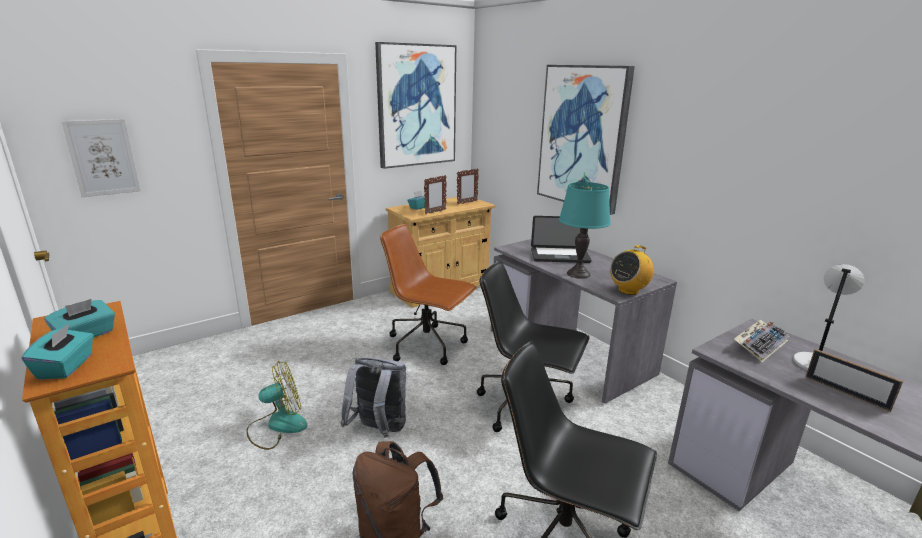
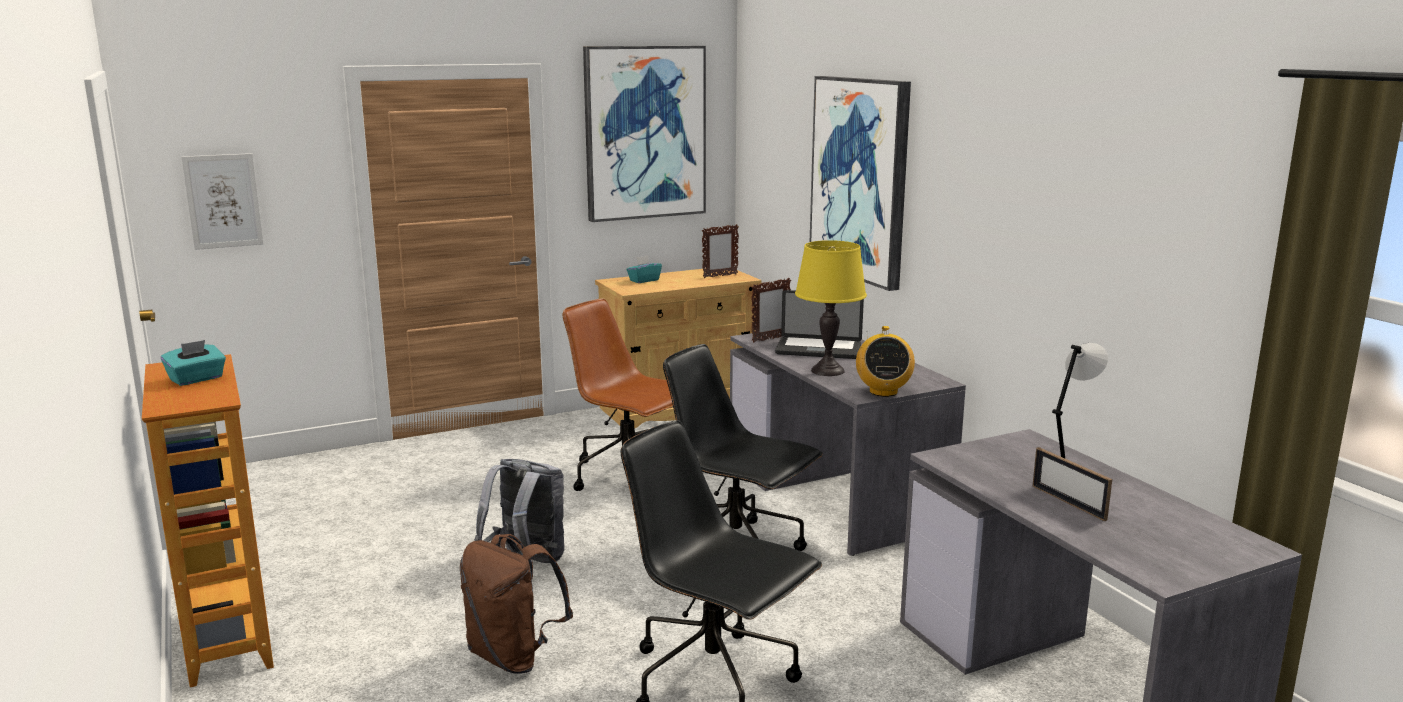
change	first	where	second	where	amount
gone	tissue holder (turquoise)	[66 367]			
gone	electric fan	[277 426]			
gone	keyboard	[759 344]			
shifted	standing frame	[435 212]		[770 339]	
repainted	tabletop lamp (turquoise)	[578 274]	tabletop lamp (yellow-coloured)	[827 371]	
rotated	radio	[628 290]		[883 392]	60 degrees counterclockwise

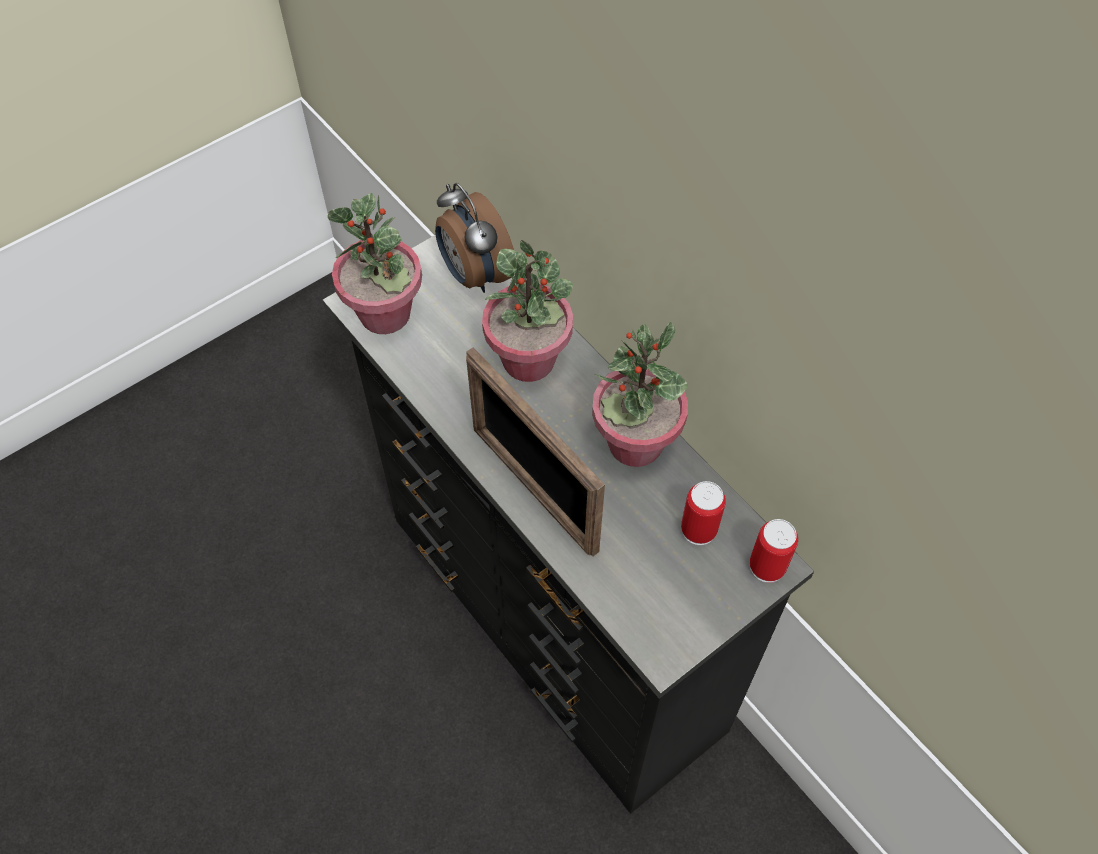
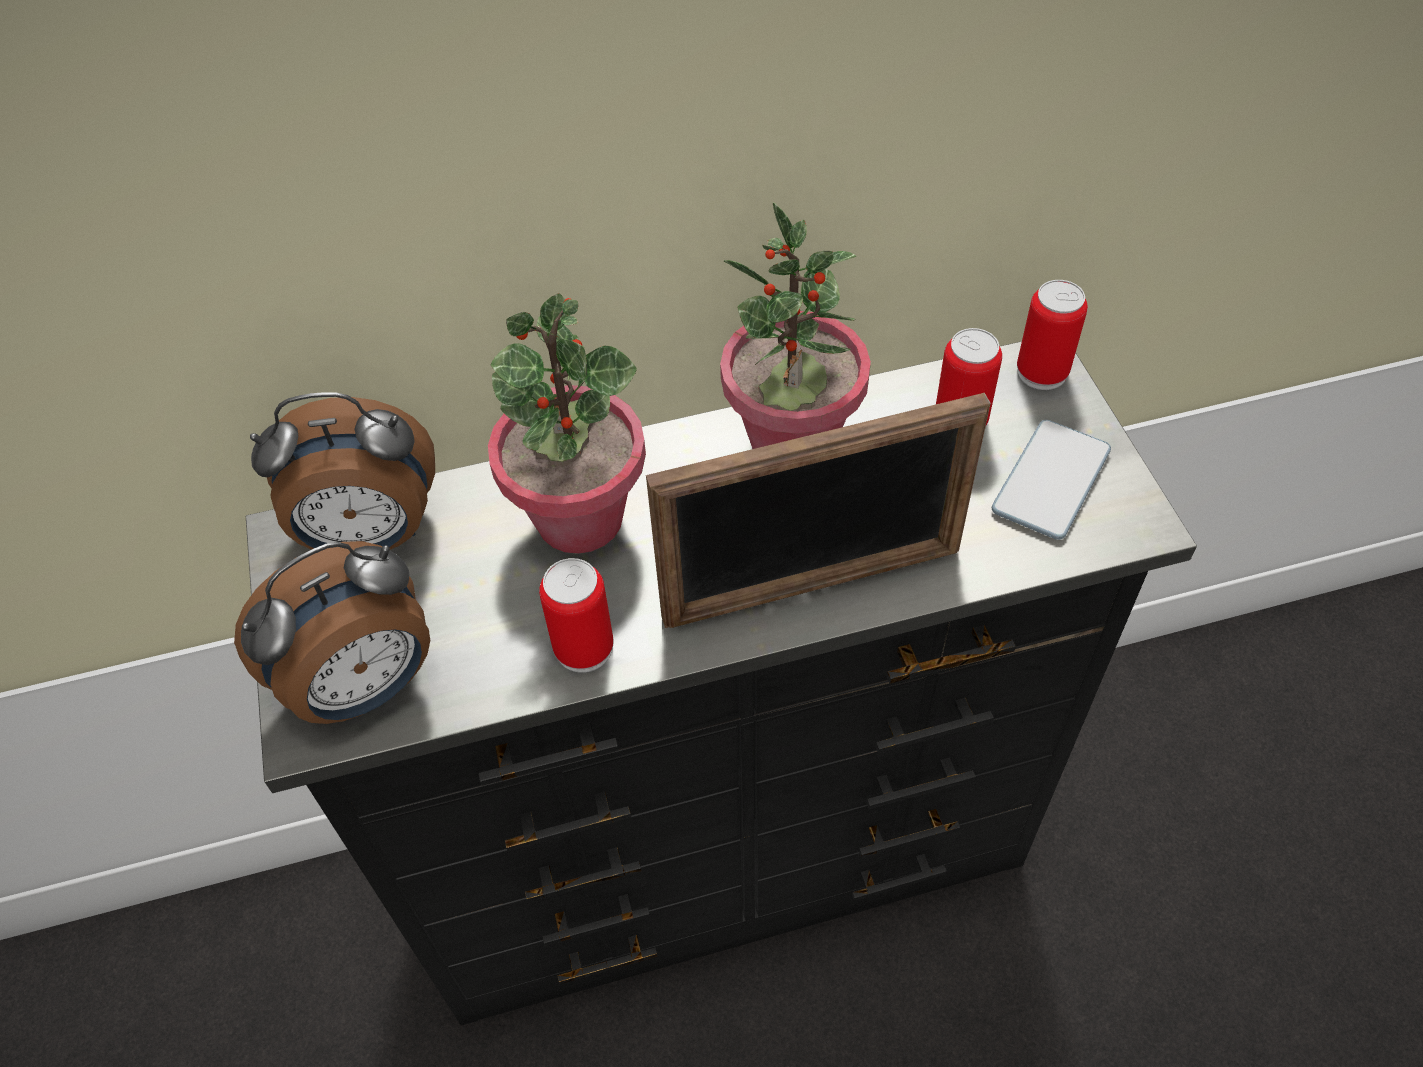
change	first	where	second	where	amount
new			sealed can	[584 648]	
new			handset	[1051 481]	
swapped	plant in a pot	[385 314]	bedside clock	[365 687]	

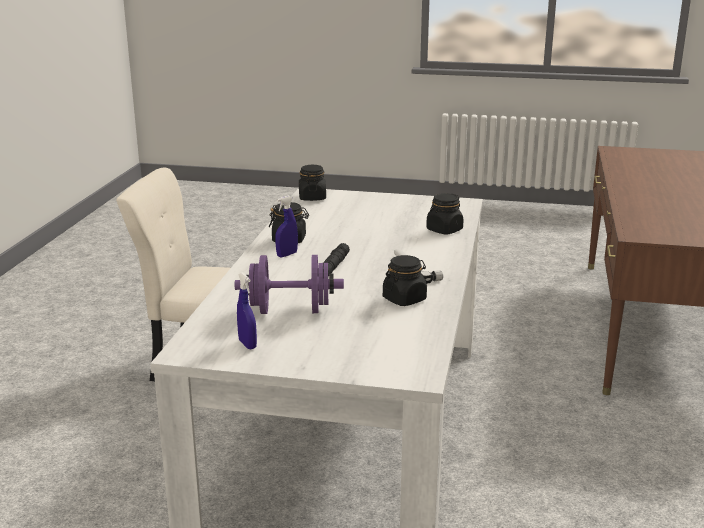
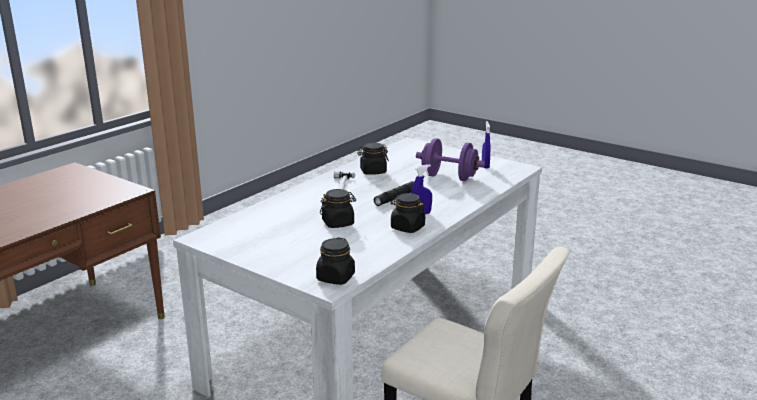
change	first	where	second	where	amount
shifted	jar (black)	[444 230]		[338 223]	

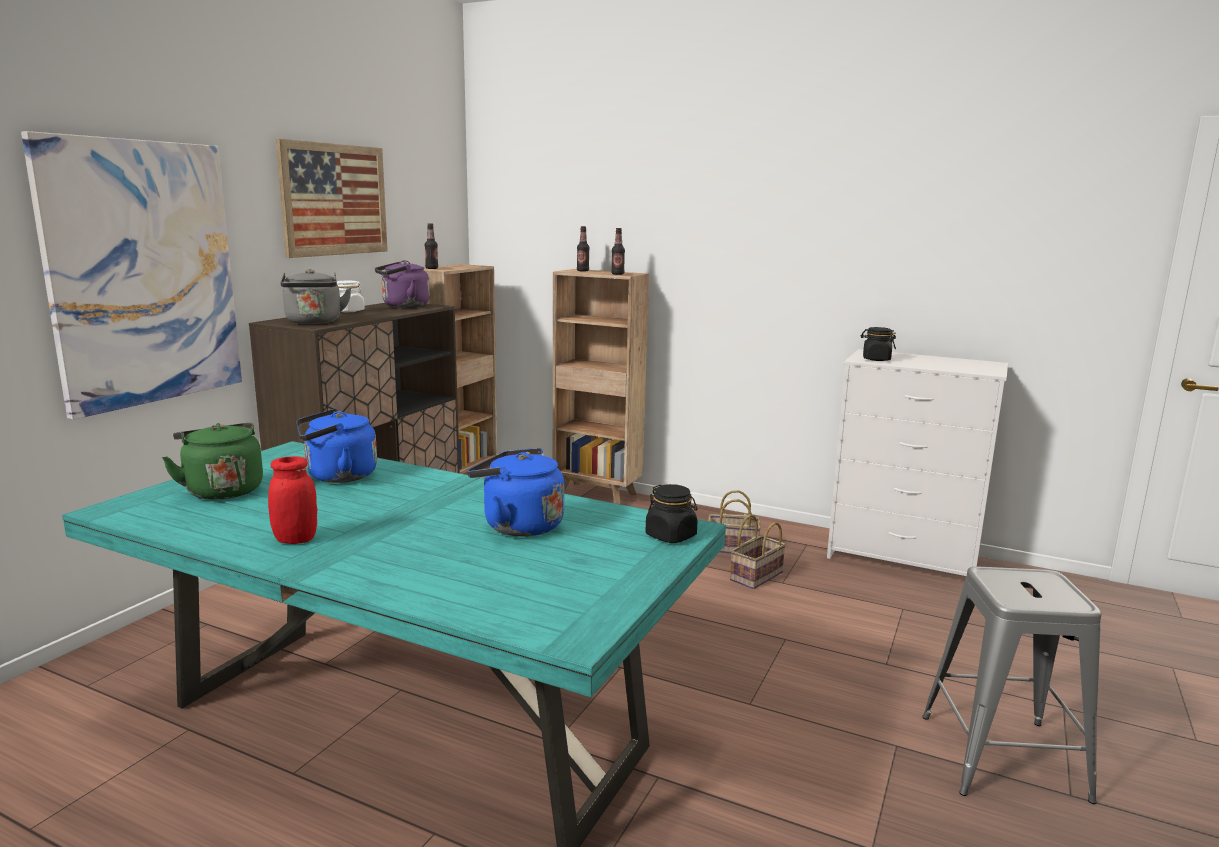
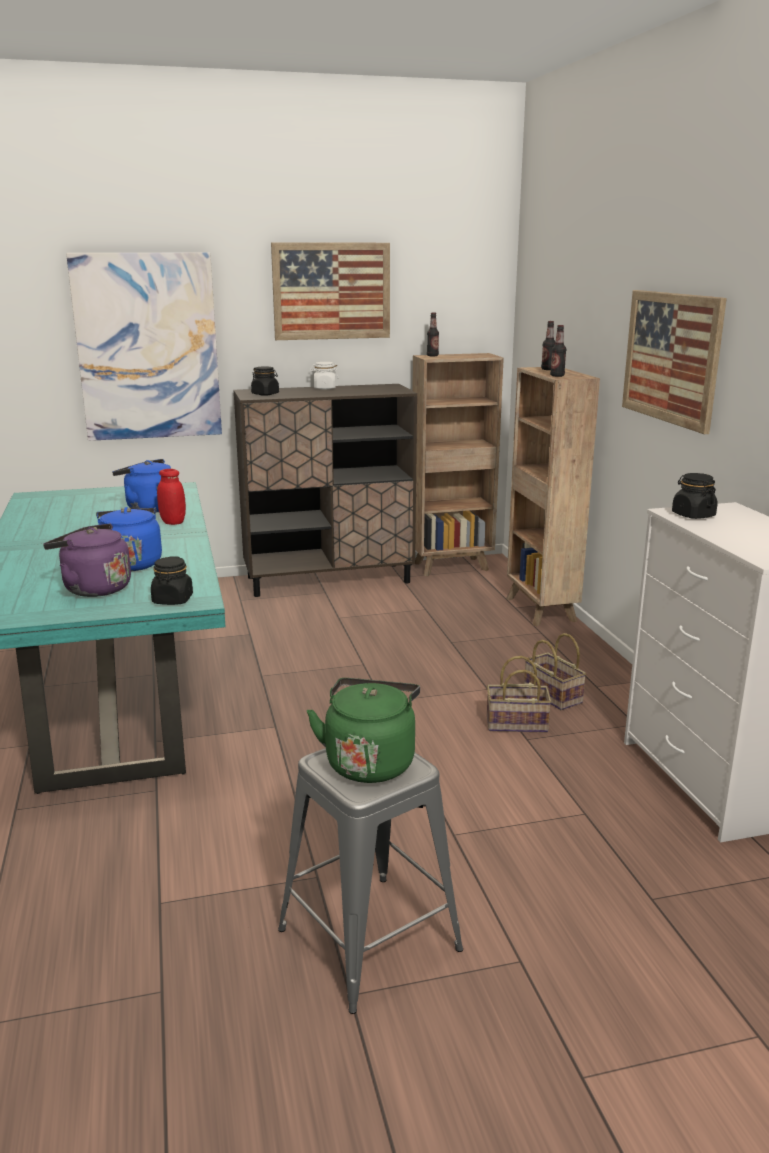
change	first	where	second	where	amount
new			picture	[671 358]	
shifted	tea kettle (greenish)	[222 490]		[370 761]	
shifted	jar (red)	[295 539]		[173 522]	
shifted	tea kettle (purplish)	[403 306]		[93 588]	
swapped	tea kettle (grey)	[314 322]	jar (black)	[265 394]	

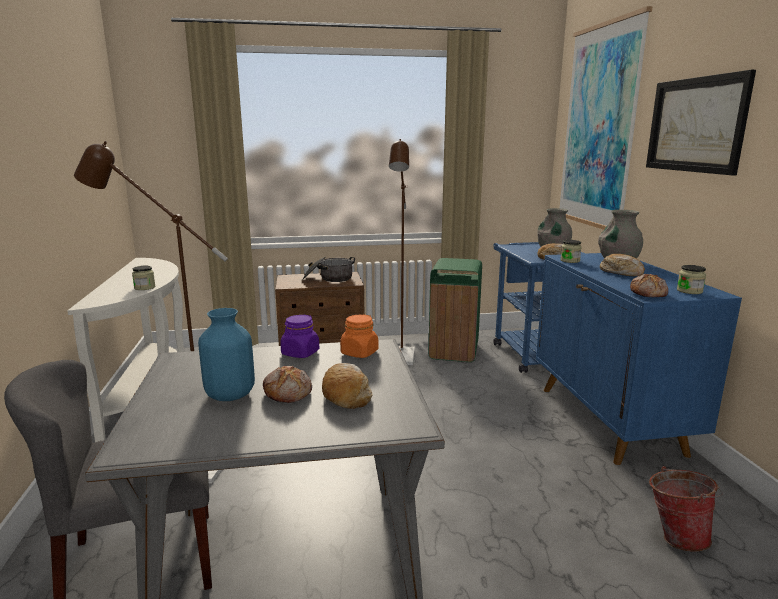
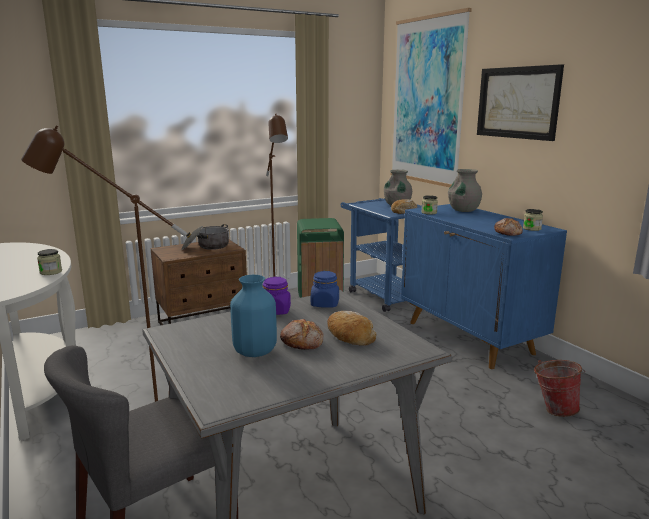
change	first	where	second	where	amount
gone	bread	[621 272]			
repainted	jar (orangey)	[359 353]	jar (blue-coloured)	[325 304]	

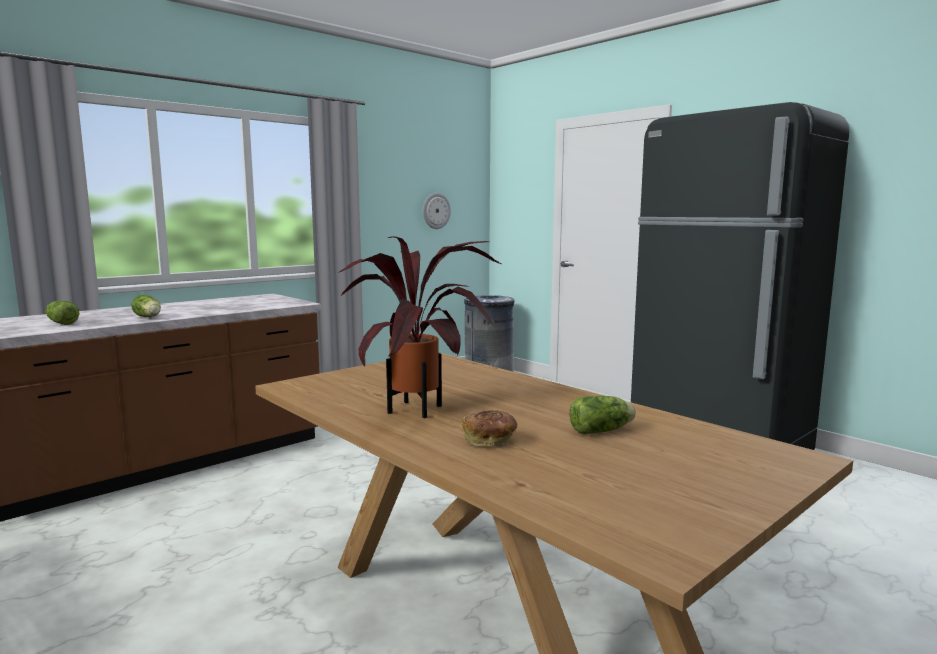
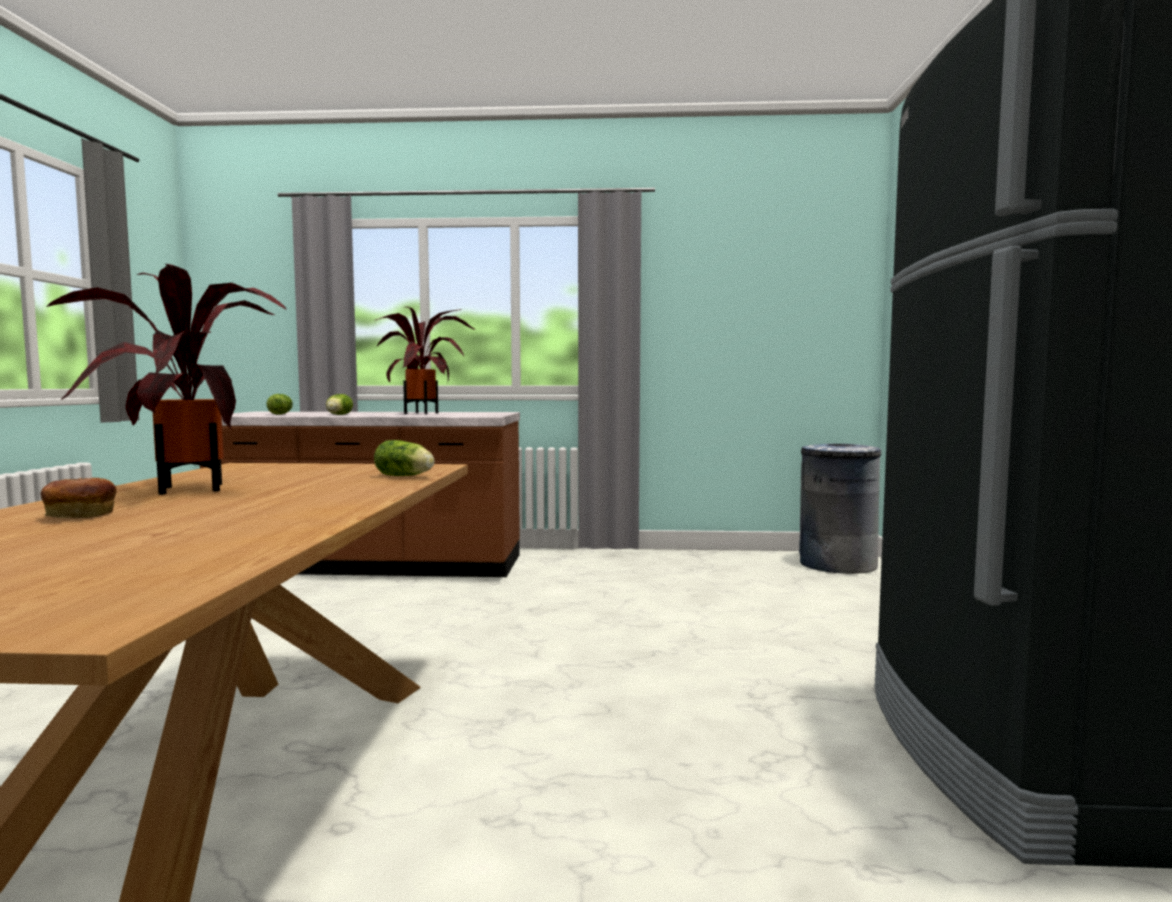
change	first	where	second	where	amount
gone	hanging clock	[436 211]			
new			plant in a pot	[423 413]	
shifted	lettuce	[603 431]		[406 476]	

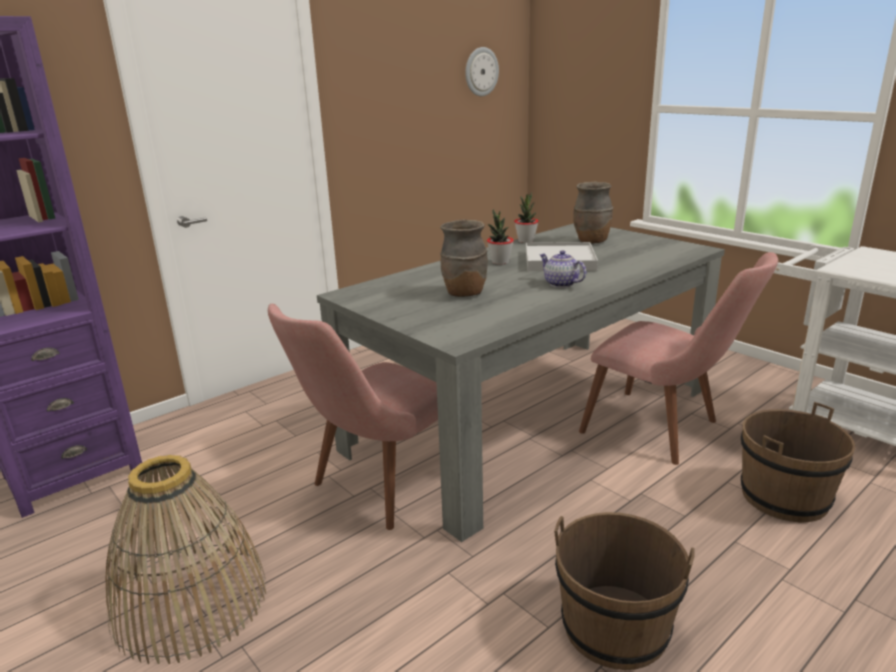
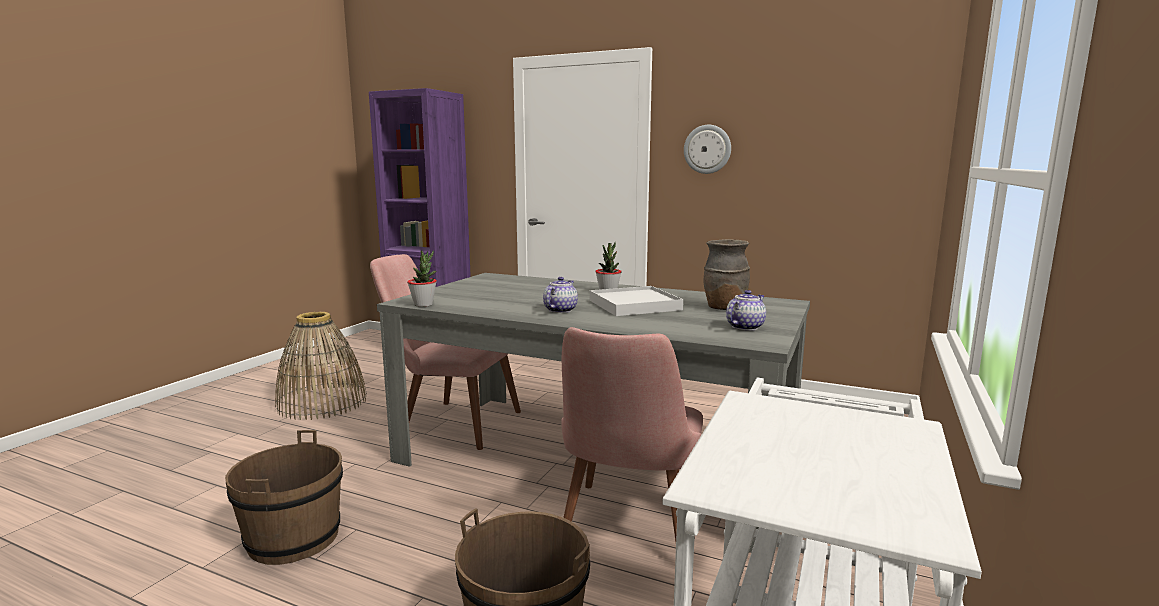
change	first	where	second	where	amount
gone	decorative vase (brown-coloured)	[464 293]			
new			pot for tea	[744 327]	
shifted	hanging clock	[481 72]		[707 149]	
shifted	plant in a pot	[526 241]		[423 304]	

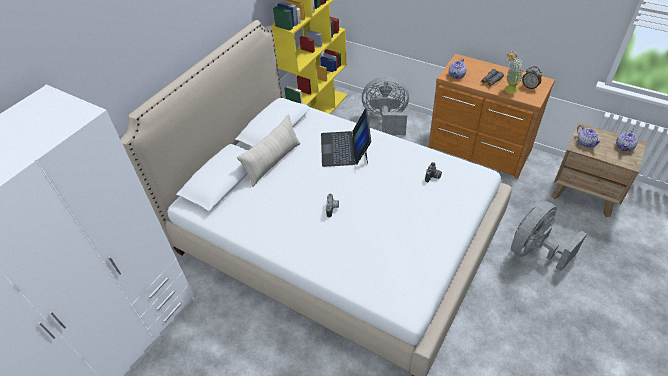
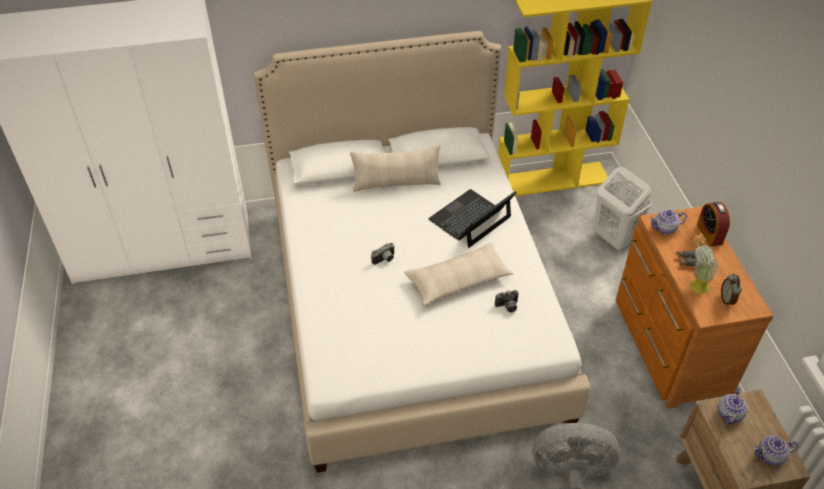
change	first	where	second	where	amount
new			cushion (beige-coloured)	[458 280]	
new			bedside clock	[709 234]	
swapped	electric fan (grey)	[386 120]	hamper (white)	[613 238]	

